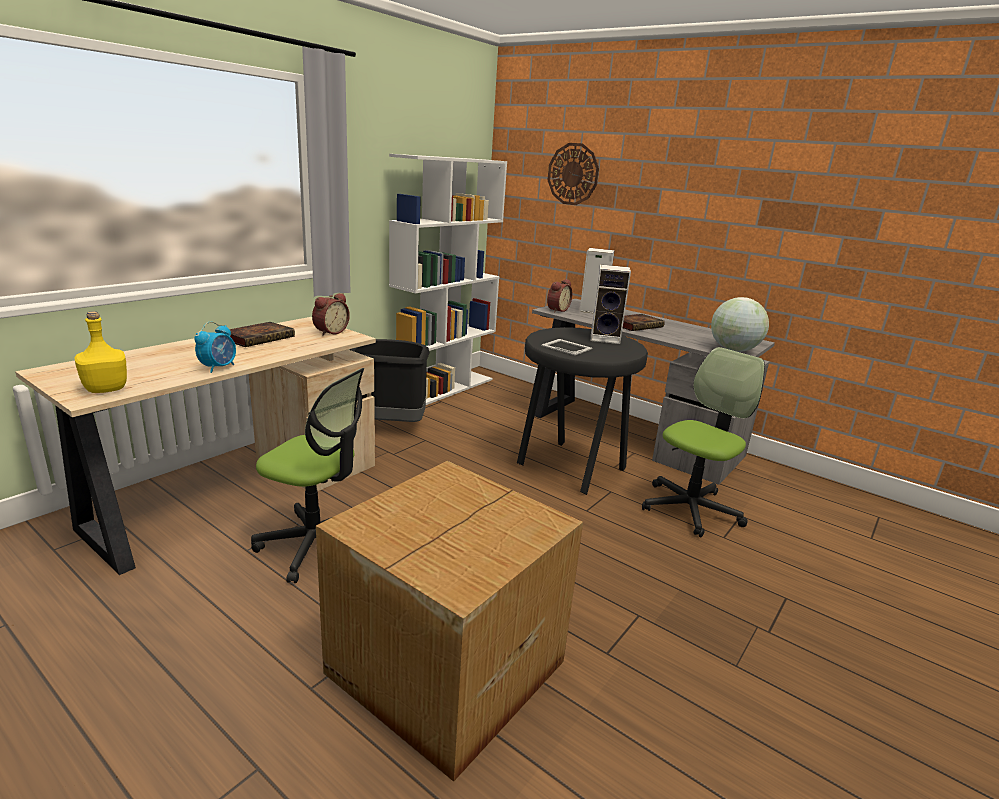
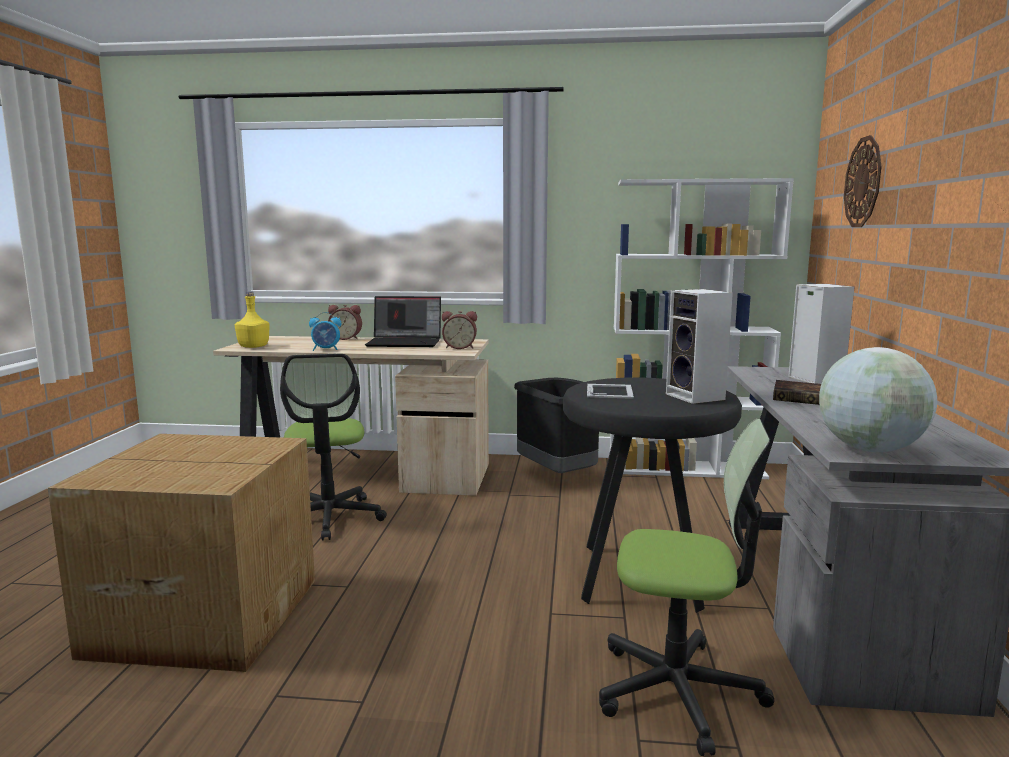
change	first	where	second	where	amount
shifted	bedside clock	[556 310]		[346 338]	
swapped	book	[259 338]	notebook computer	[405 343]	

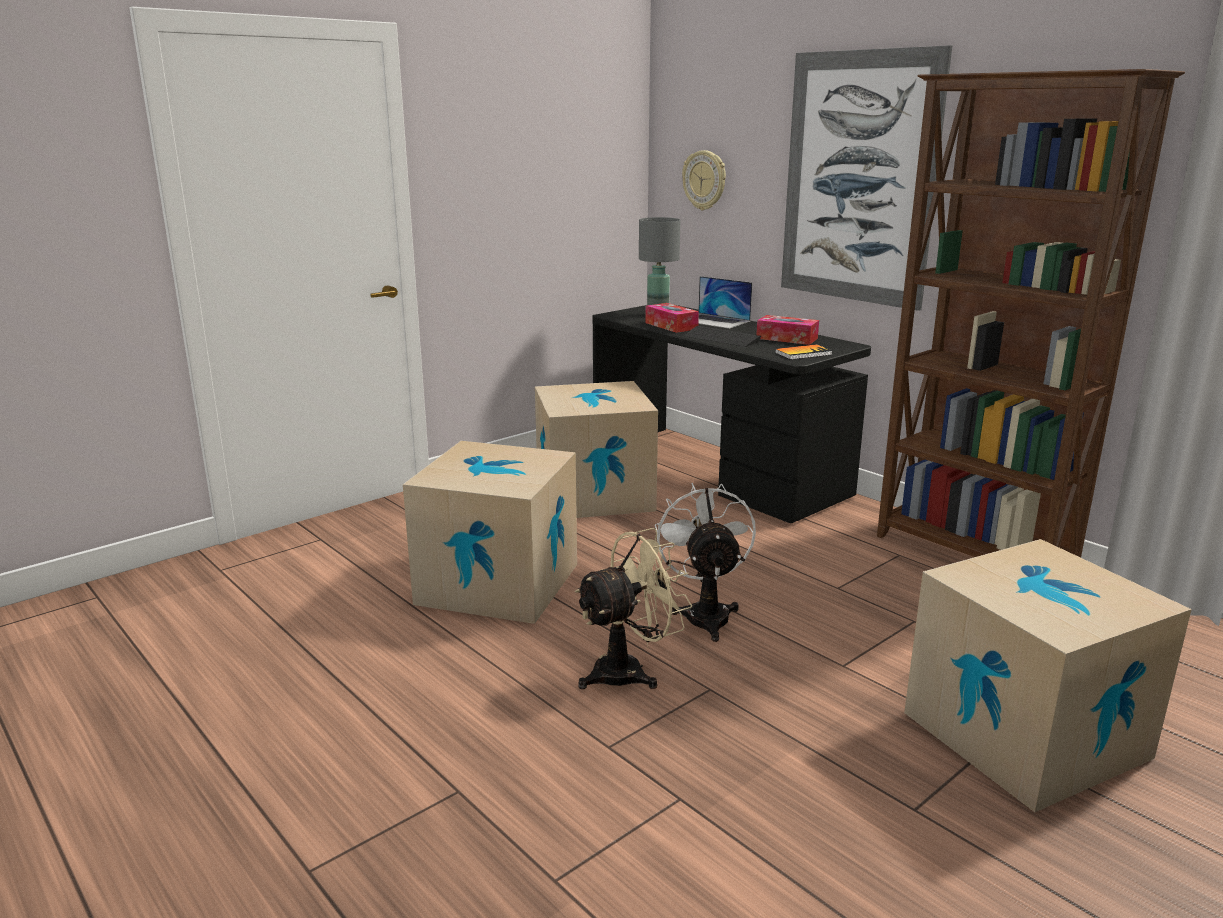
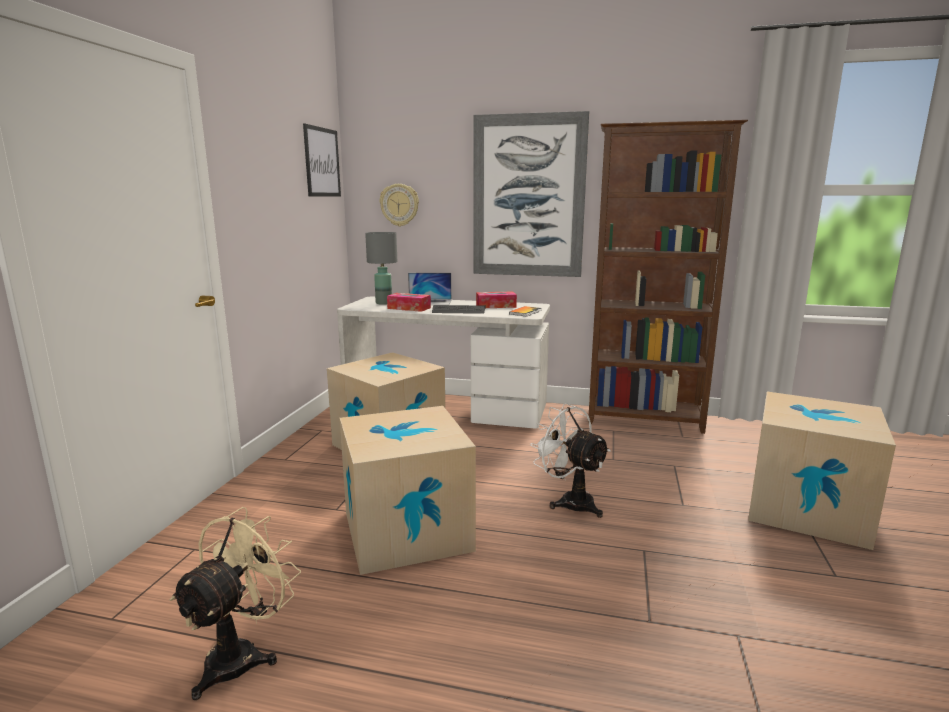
change	first	where	second	where	amount
new			picture	[322 162]	
shifted	electric fan (beige-coloured)	[629 671]		[242 655]	
repainted	desk table (black)	[716 470]	desk table (white)	[447 408]	

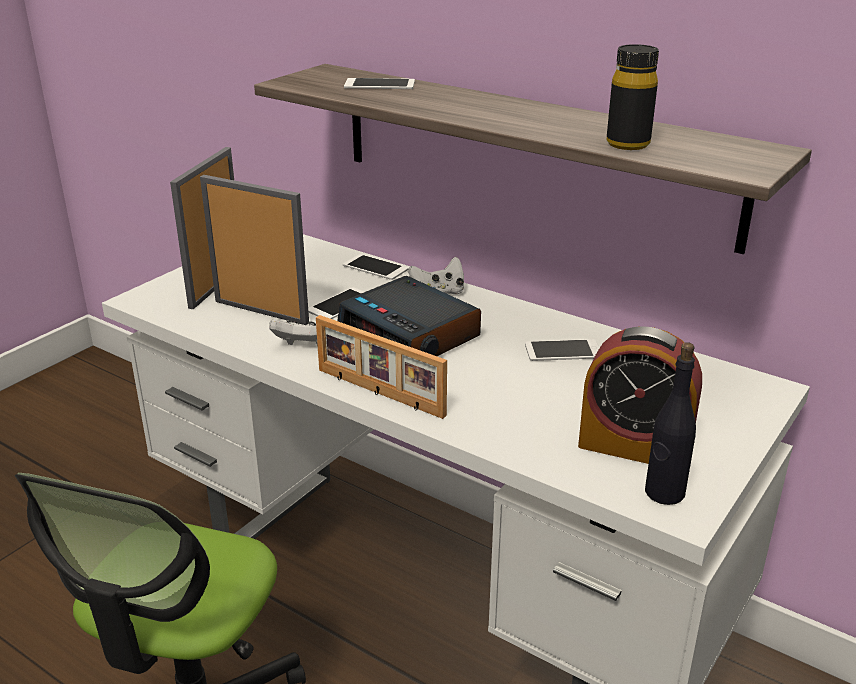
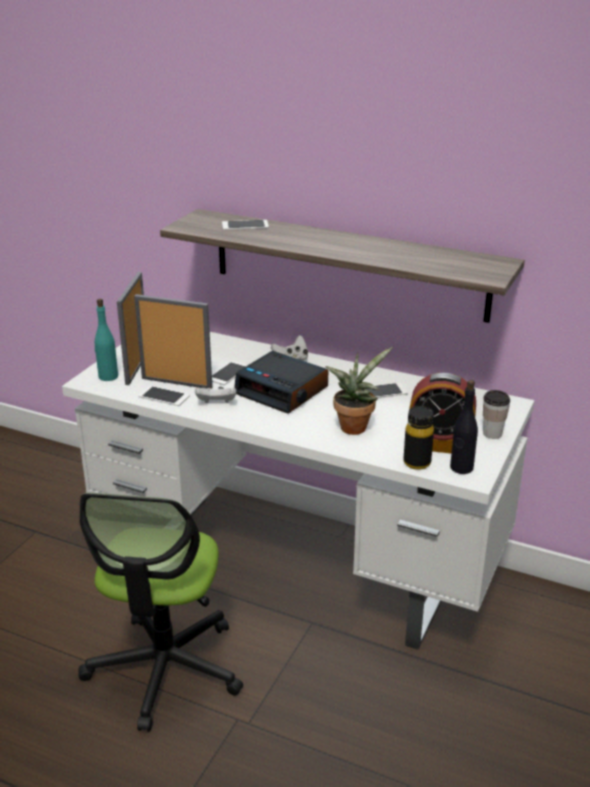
change	first	where	second	where	amount
gone	standing frame	[378 393]			
new			drink bottle (turquoise)	[108 376]	
new			plant in a pot	[355 426]	
new			small cup	[492 433]	
shifted	handset	[375 267]		[164 396]	
shifted	drink bottle (black)	[628 144]		[417 462]	

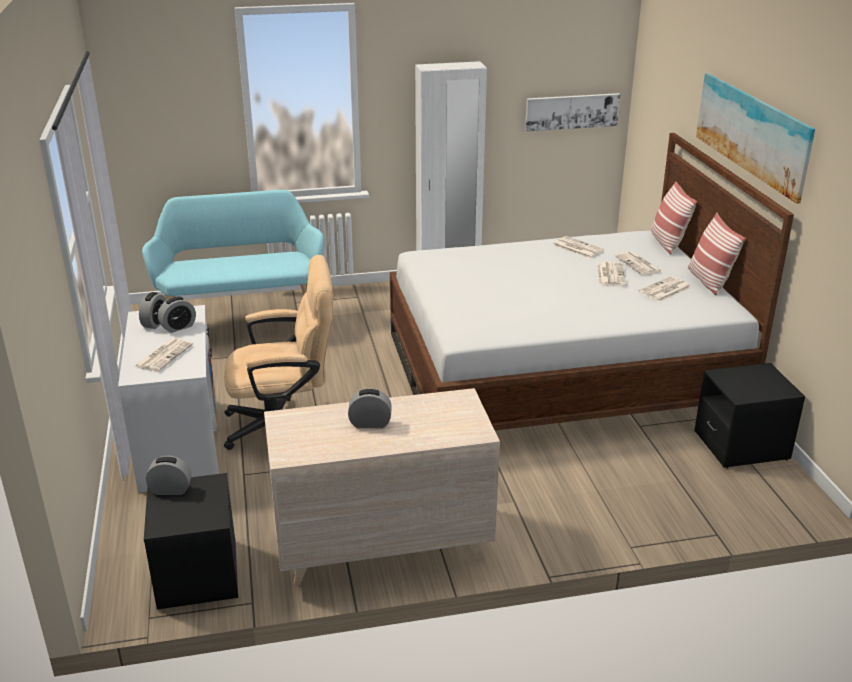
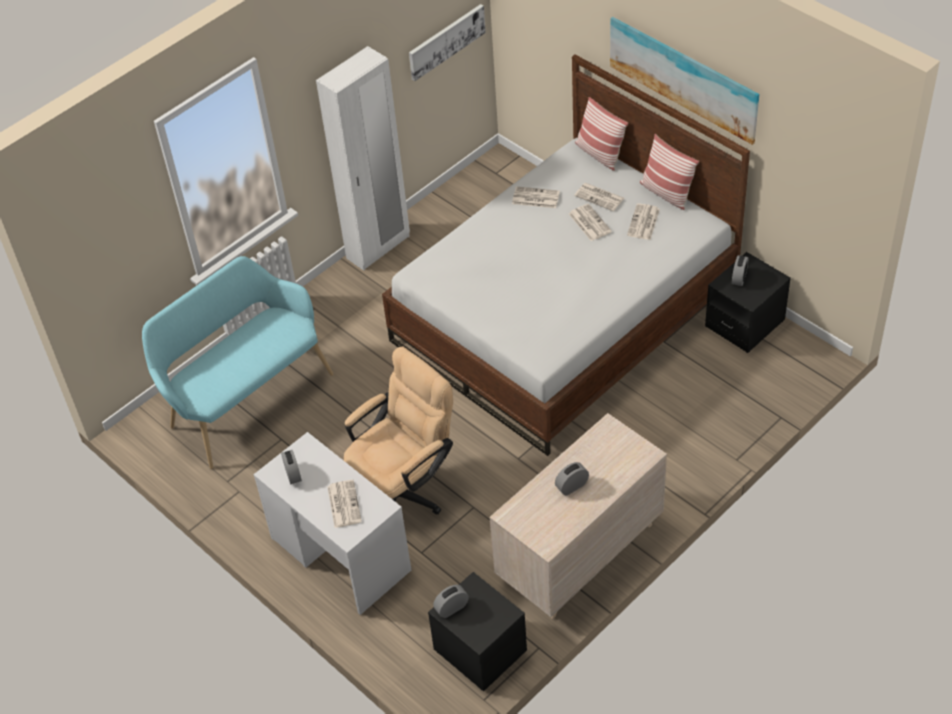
change	first	where	second	where	amount
shifted	bedside clock	[178 327]		[739 278]	

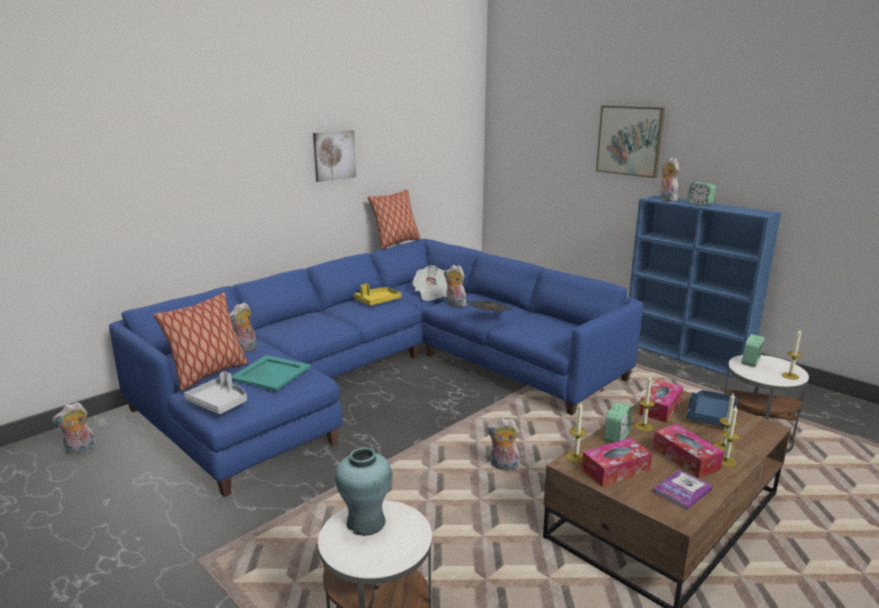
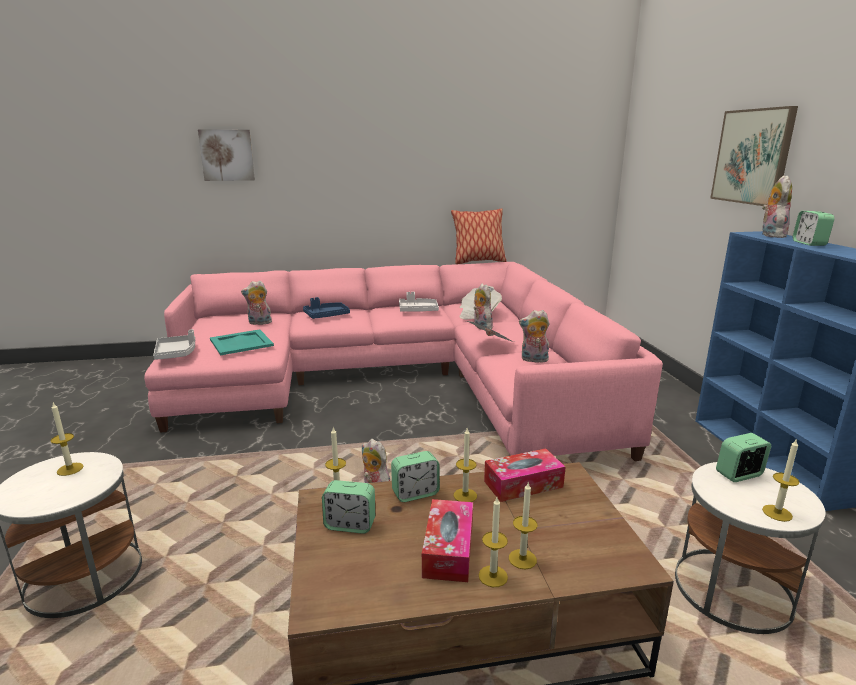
change	first	where	second	where	amount
gone	cushion	[208 374]			
gone	book	[682 491]			
shifted	soft toy	[80 451]		[533 360]	
shifted	picture	[334 155]		[227 155]	
shifted	tray (blue-coloured)	[711 415]		[326 316]	
swapped	decorative vase (turquoise)	[366 523]	wax candle	[70 469]	
swapped	tissue holder	[615 470]	bedside clock	[350 525]	
repainted	sofa (blue-coloured)	[383 374]	sofa (pink)	[398 380]	
repainted	tray (yellow-coloured)	[377 301]	tray (white)	[418 310]	

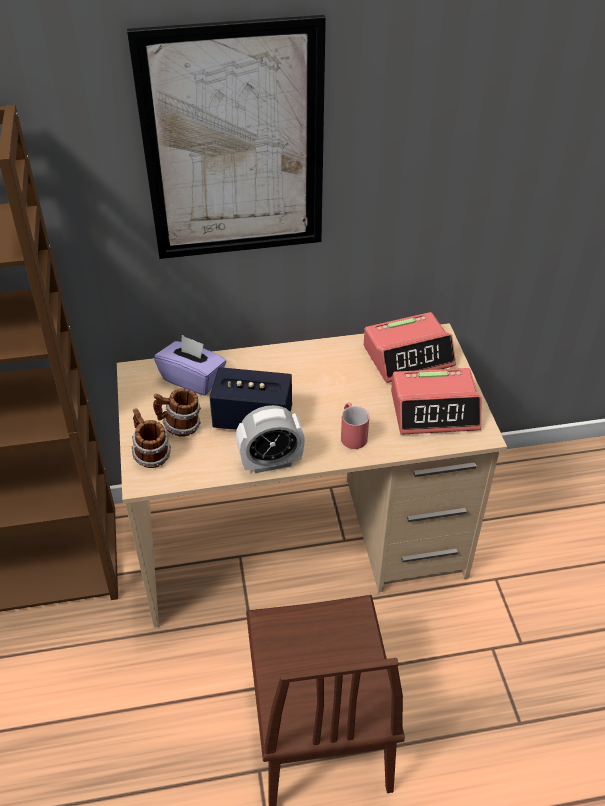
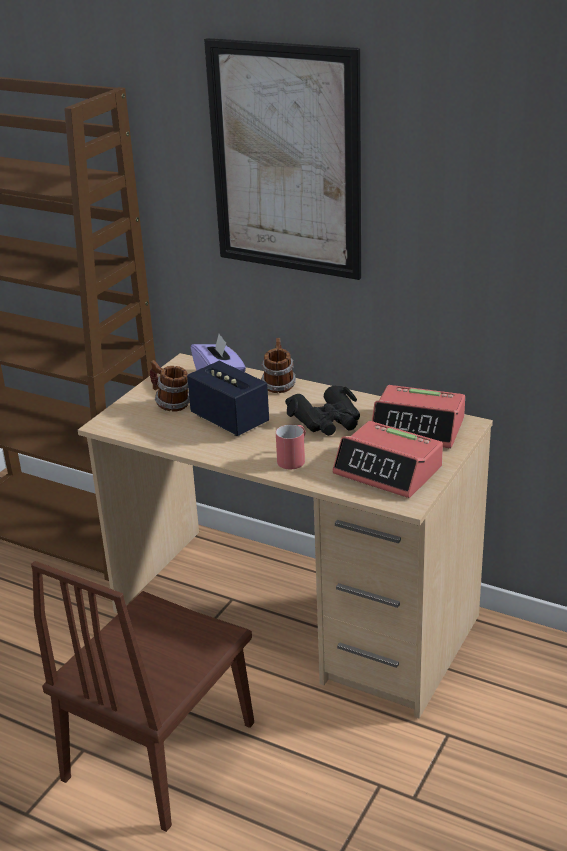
change	first	where	second	where	amount
gone	bedside clock	[271 462]			
new			pair of binoculars (black)	[327 421]	
shifted	mug	[150 455]		[278 385]	

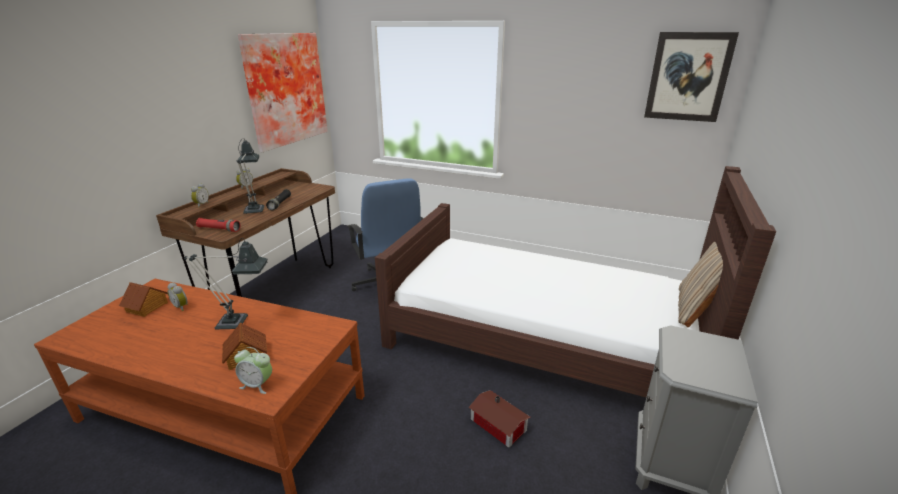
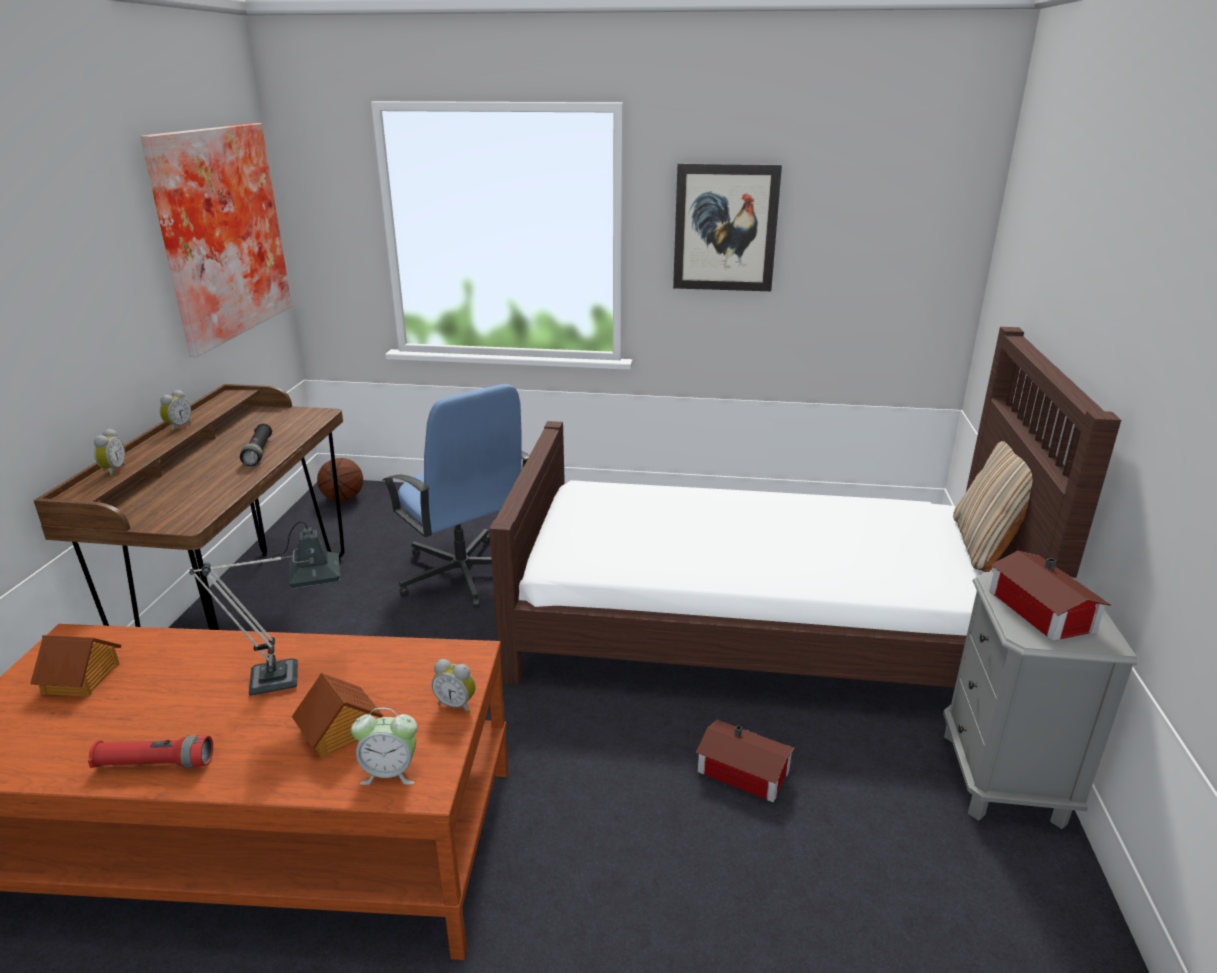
change	first	where	second	where	amount
gone	tabletop lamp	[255 208]			
new			ball for basketball	[343 498]	
new			model house	[1041 612]	
shifted	bedside clock	[182 307]		[457 704]	
shifted	torch (red)	[219 229]		[155 764]	
shifted	picture	[688 77]		[725 228]	

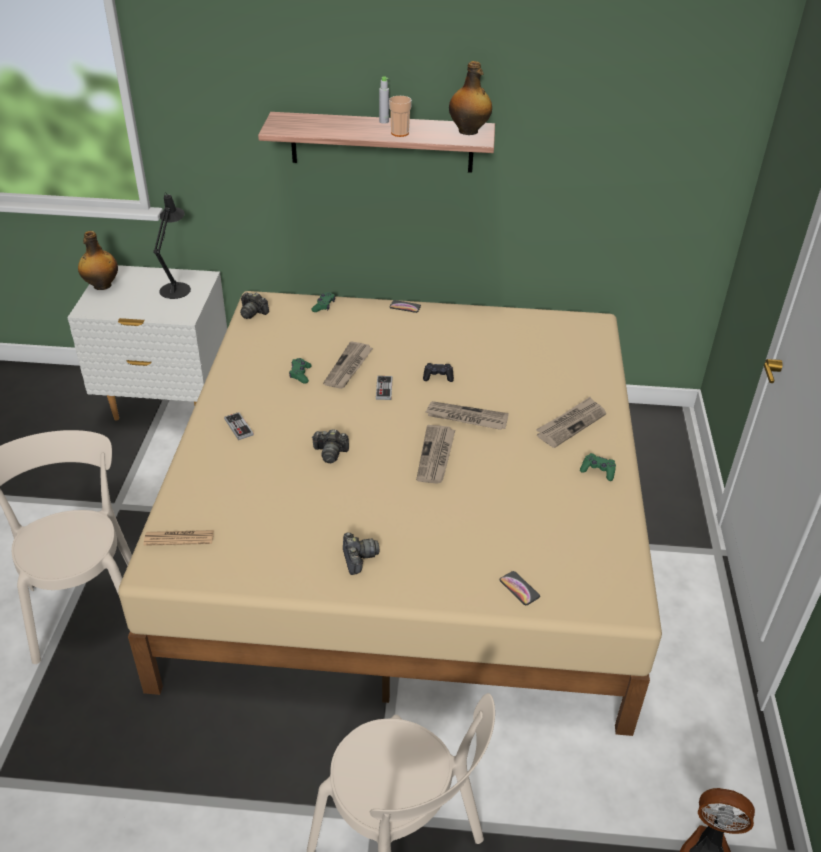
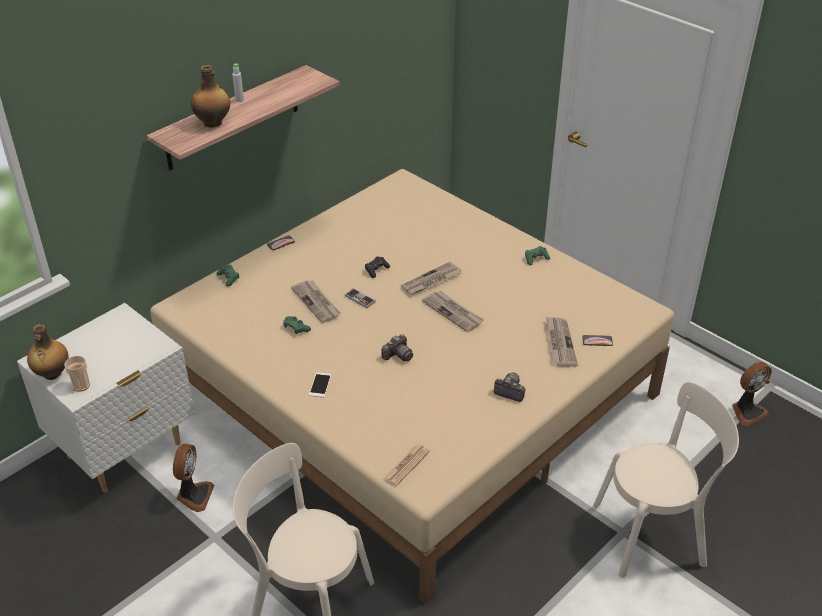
change	first	where	second	where	amount
gone	tabletop lamp (black)	[177 288]			
gone	photo camera	[253 312]			
new			electric fan	[194 495]	
shifted	small cup	[399 133]		[81 385]	
shifted	drink bottle	[469 131]		[213 123]	
shifted	printed paper	[570 424]		[559 343]	
swapped	gamepad	[239 427]	handset	[320 385]	

